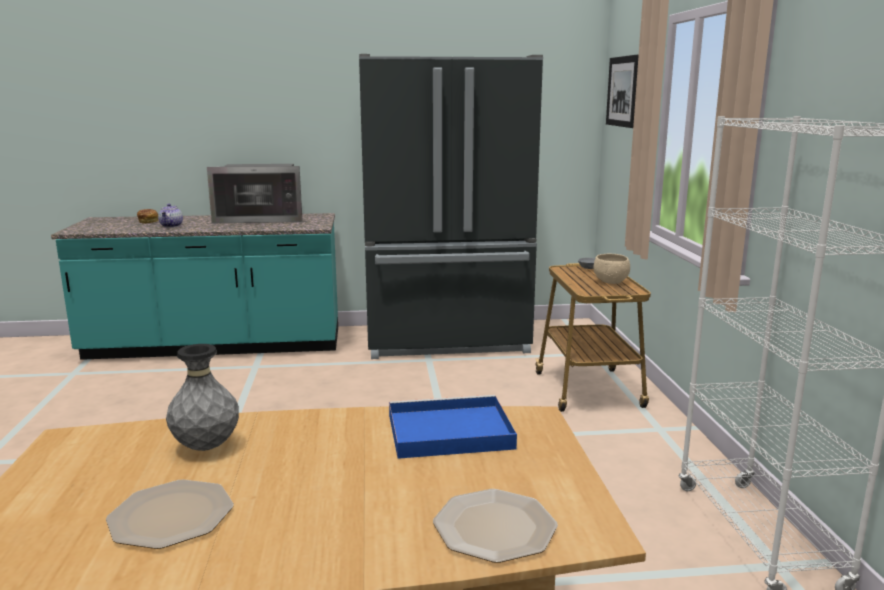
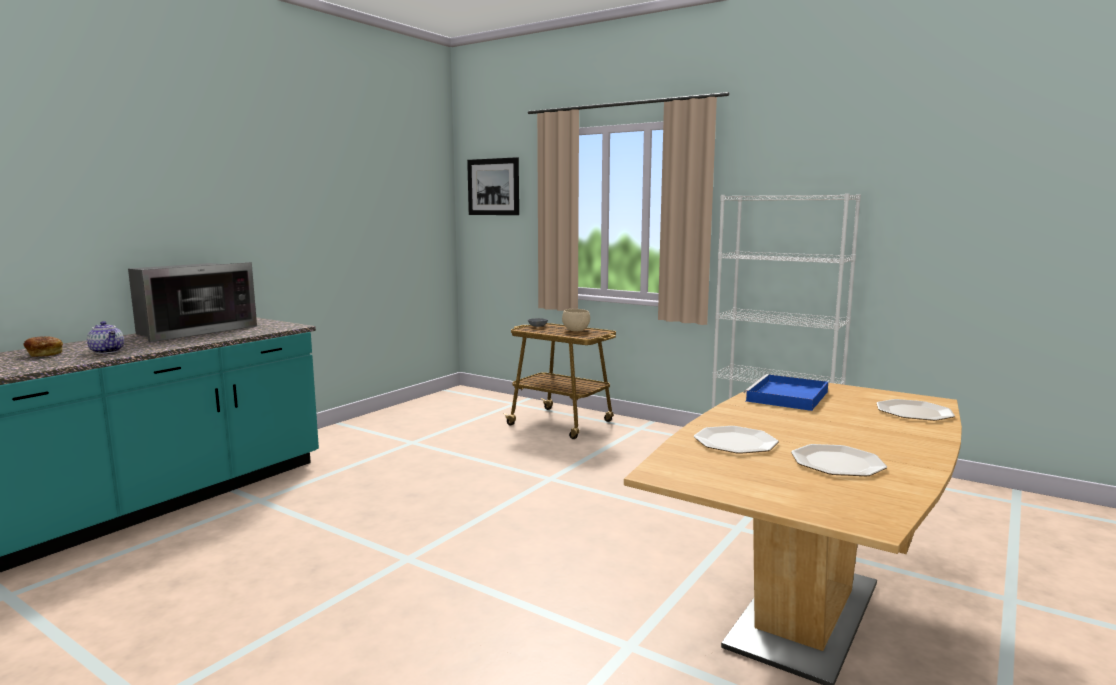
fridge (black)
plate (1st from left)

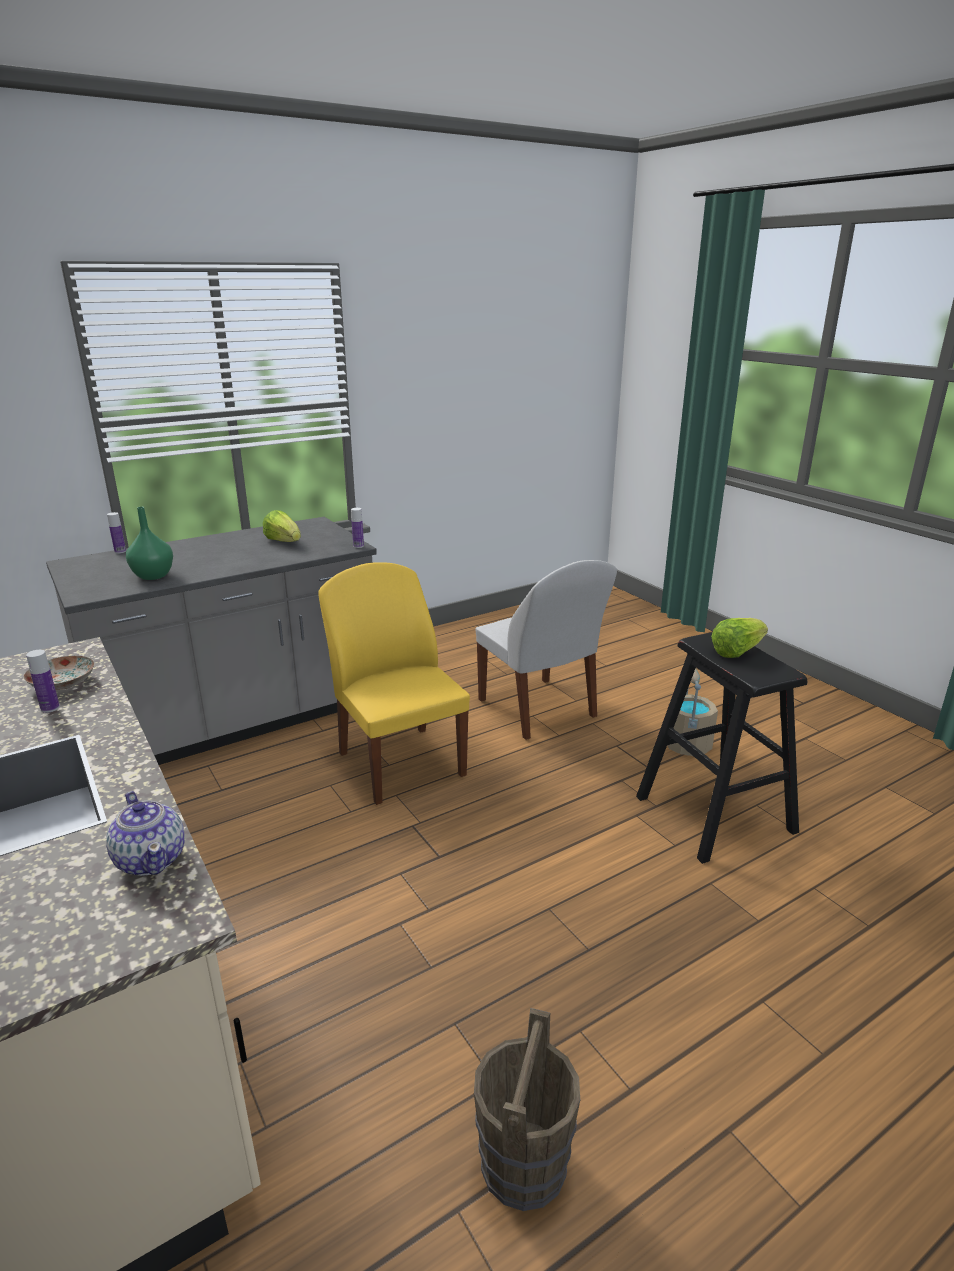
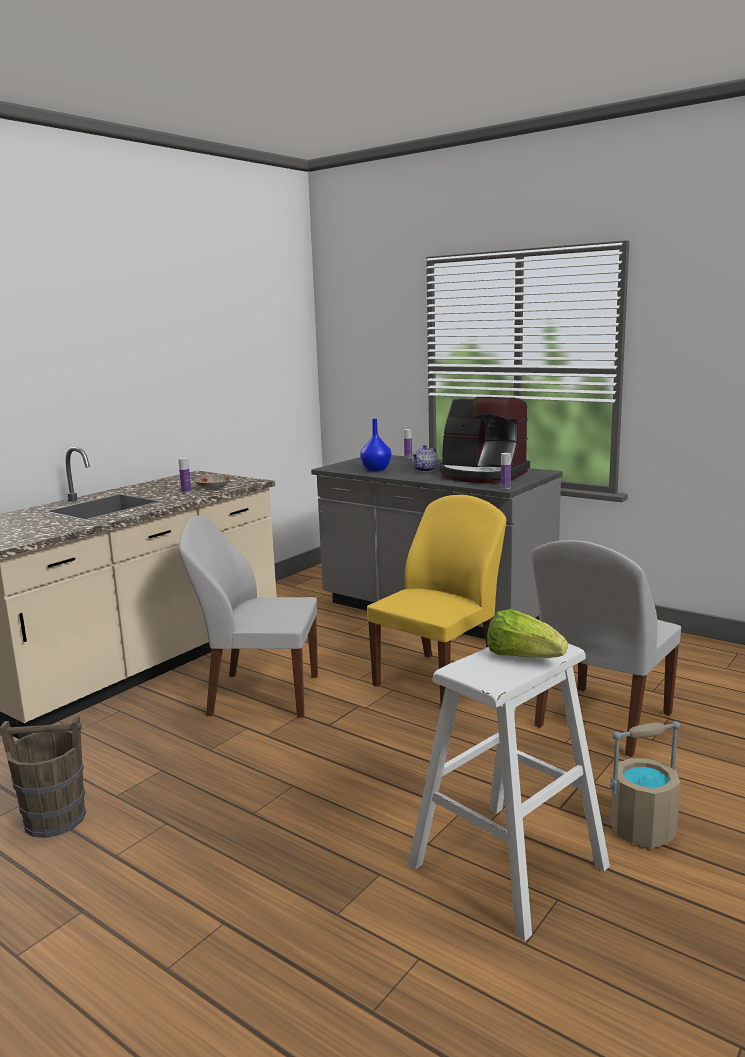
vase (blue)
coffee machine
stool (white)
teapot
chair (white) (1st from left)

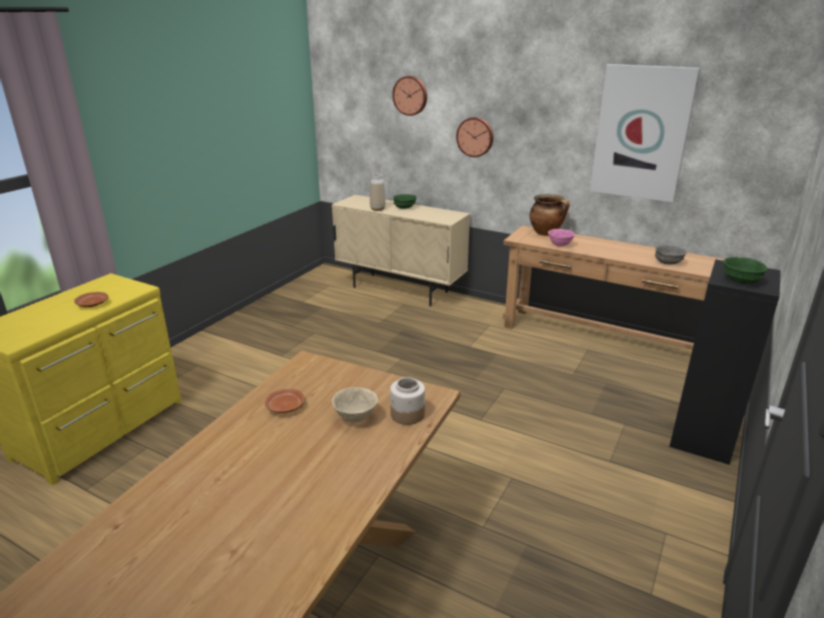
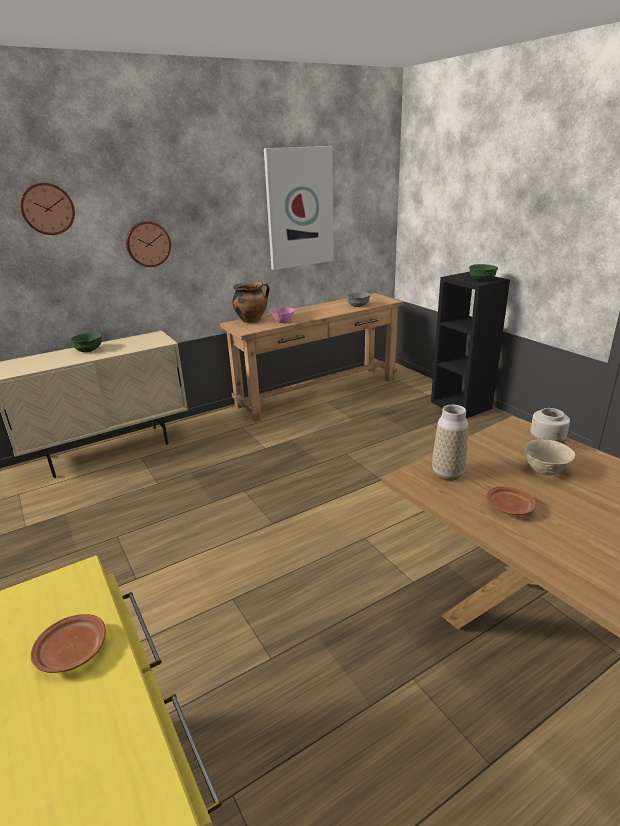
vase

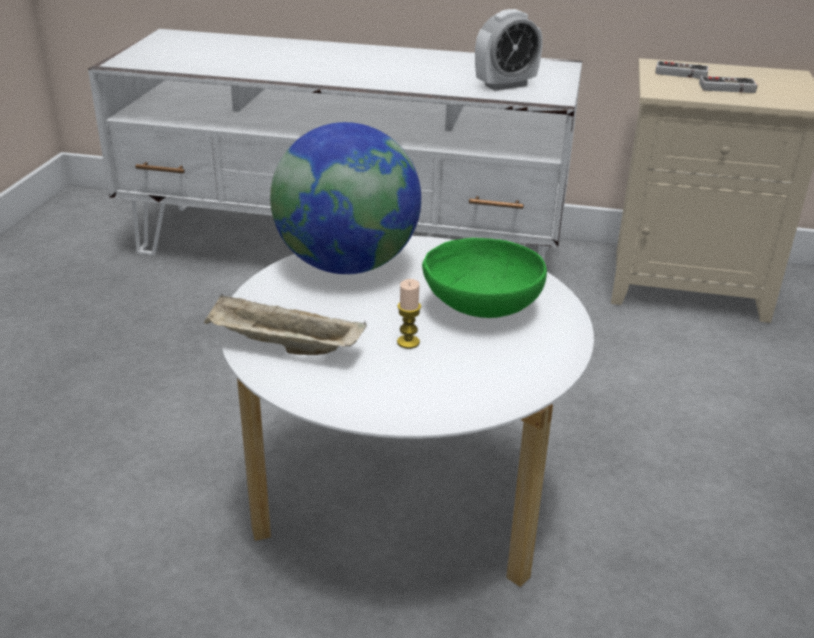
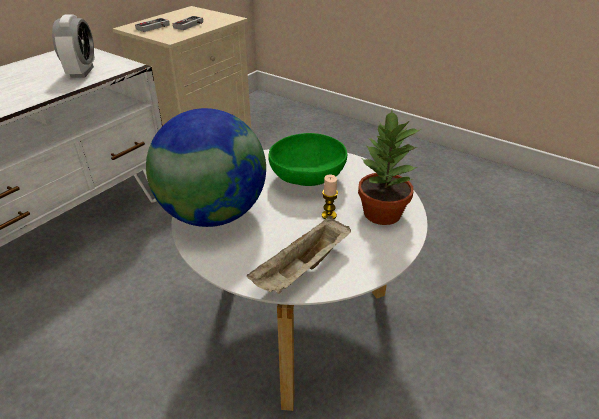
potted plant

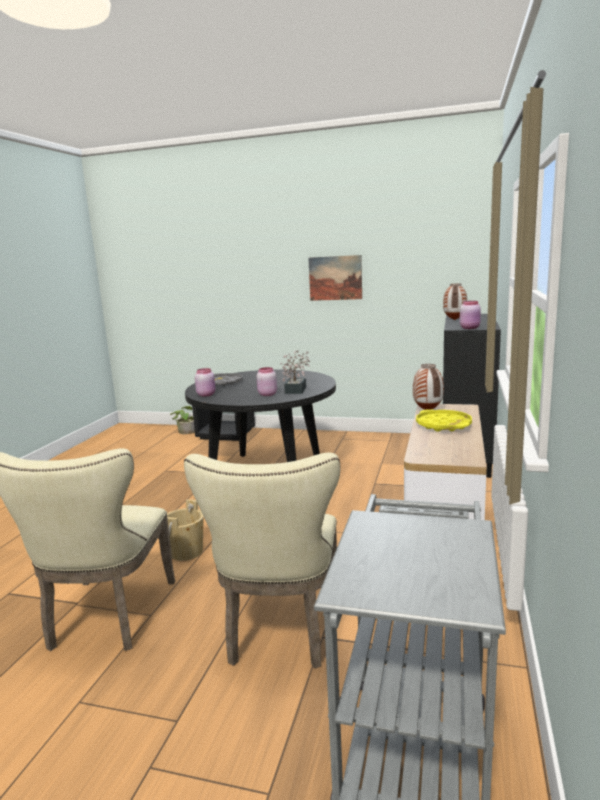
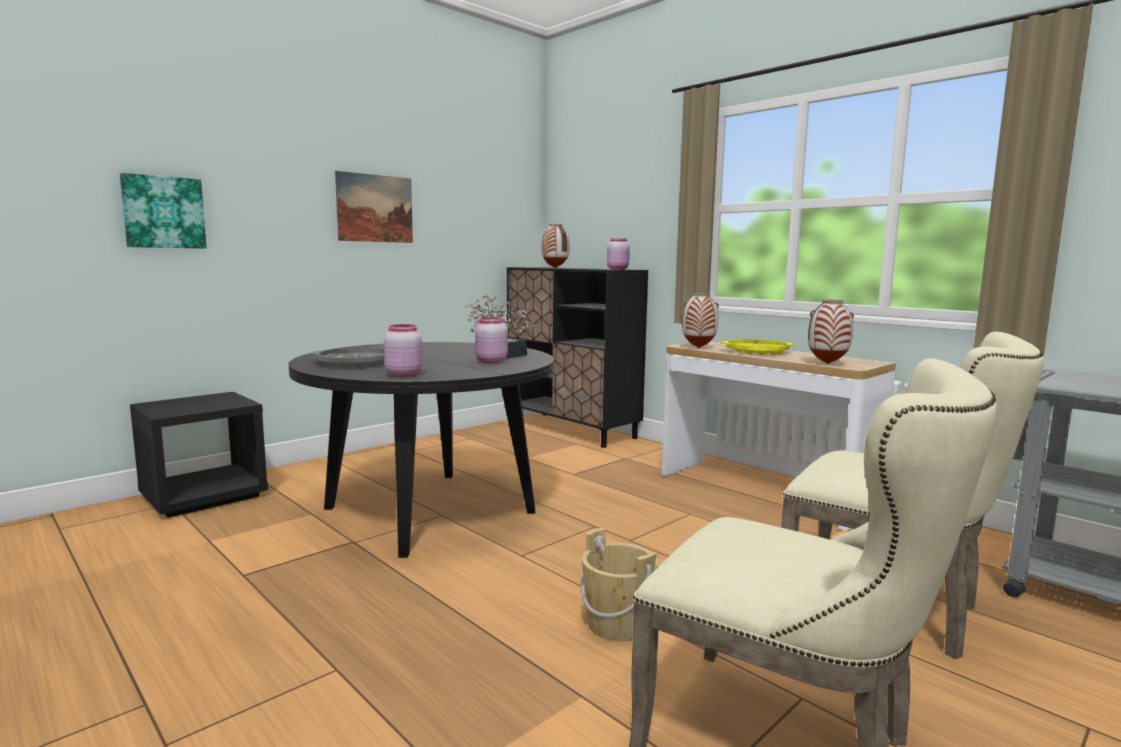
potted plant (1st from left in the first image)
picture (1st from left)
vase (3rd from left)

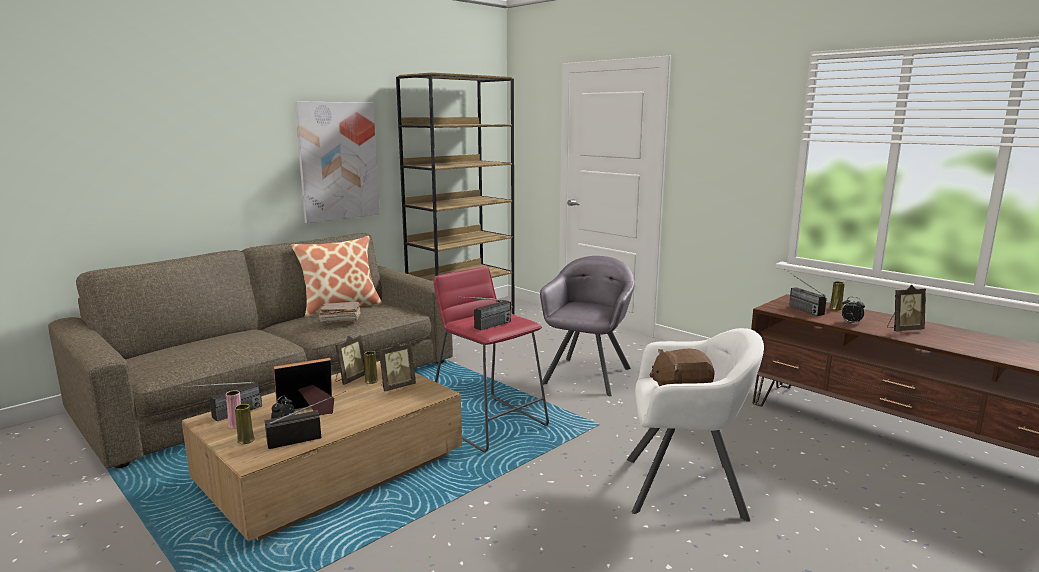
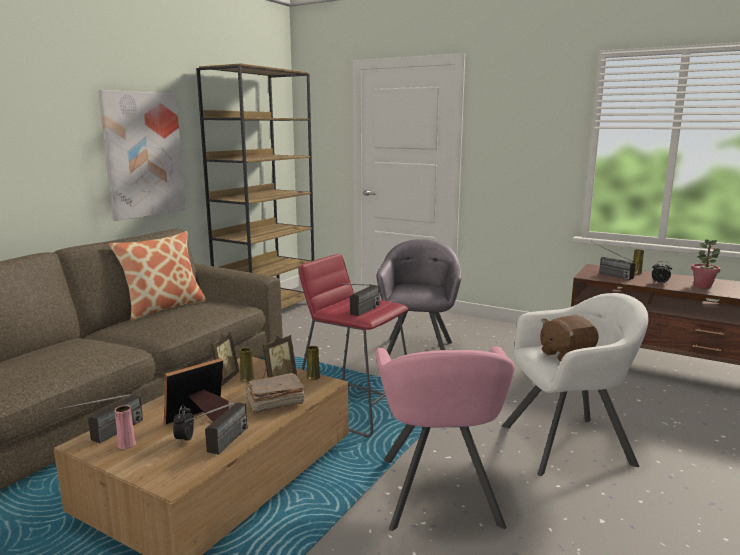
potted plant
book (brown)
radio (2nd from left)
vase (yellow) (2nd from left)
armchair (pink)

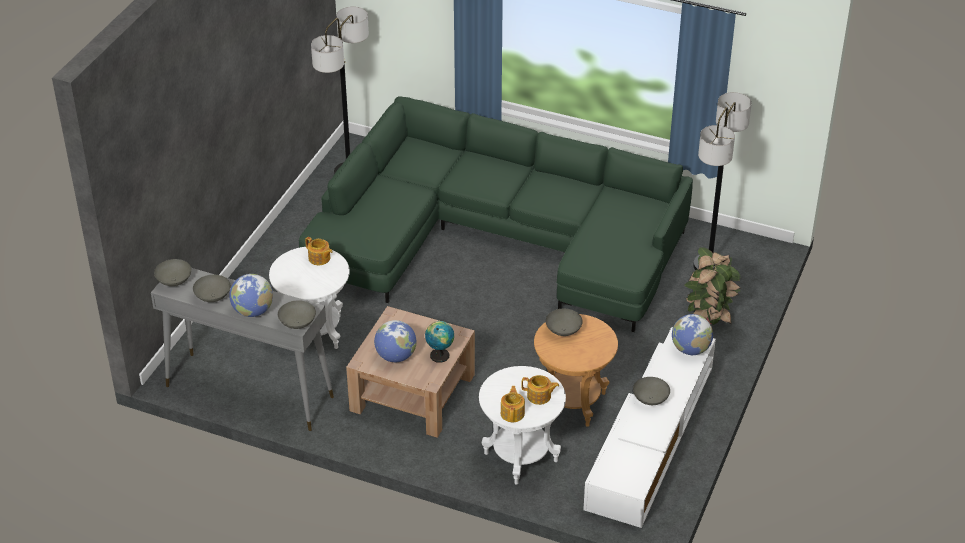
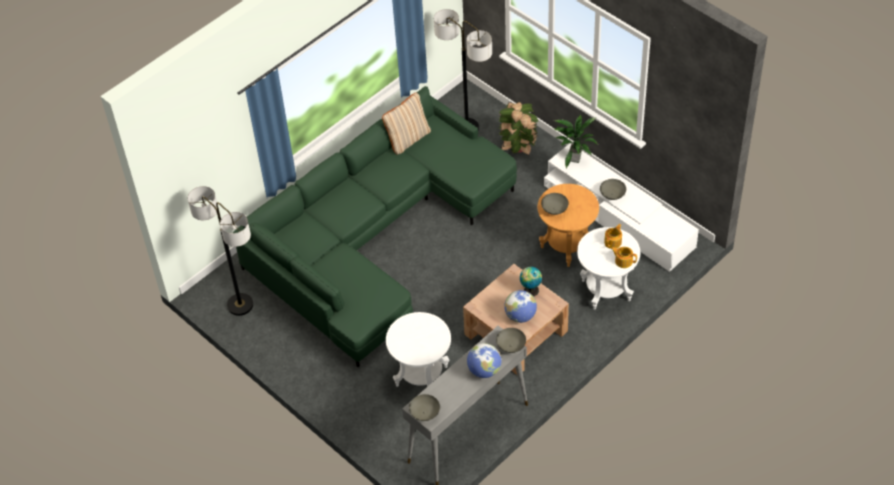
teapot (1st from left in the first image)
bowl (grey) (2nd from left in the first image)
potted plant (2nd from left)
pillow (beige)

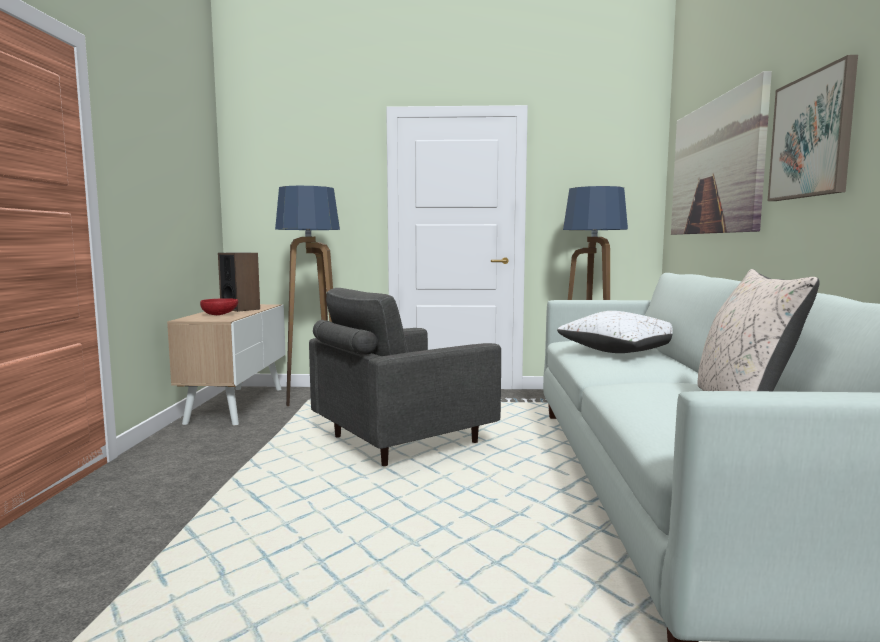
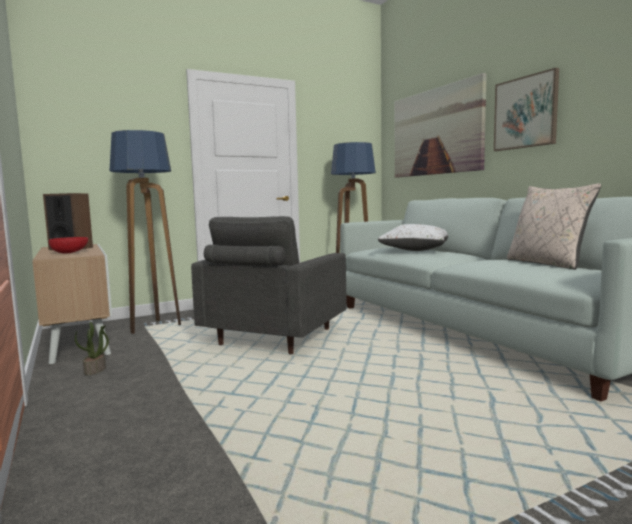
potted plant

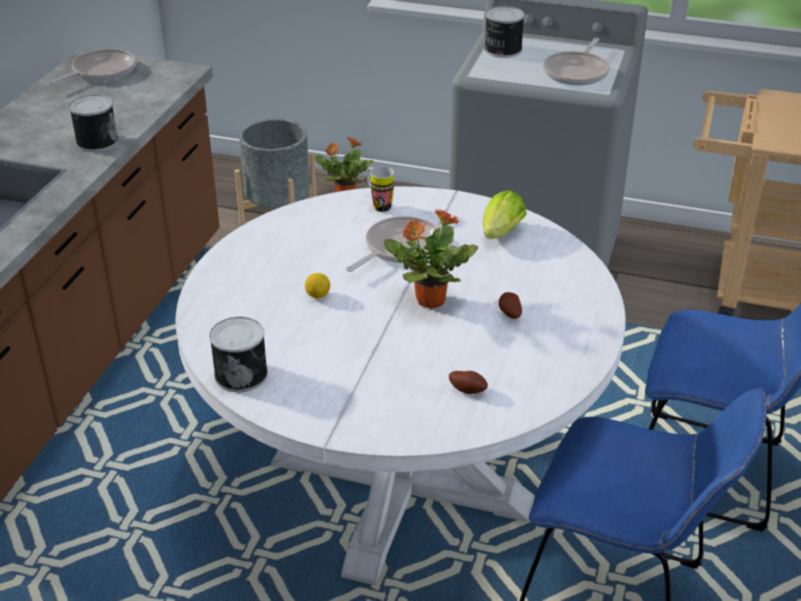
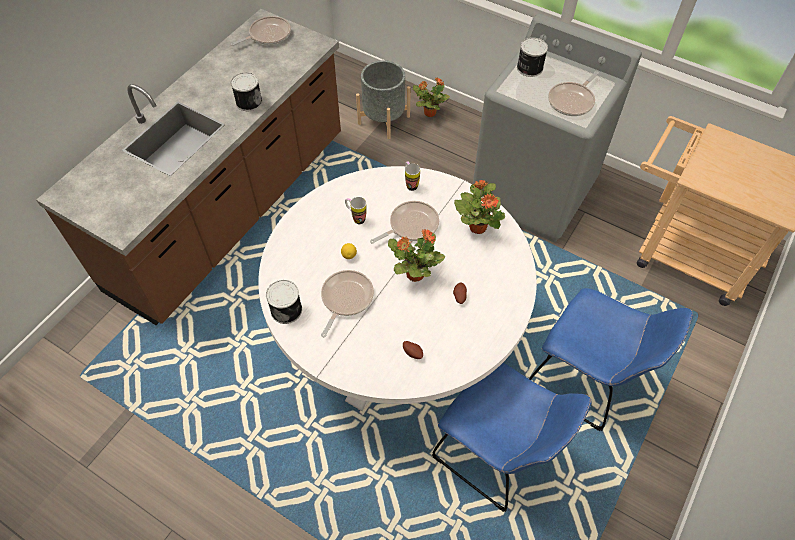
potted plant (3rd from left)
mug (1st from left)
frying pan (2nd from left)

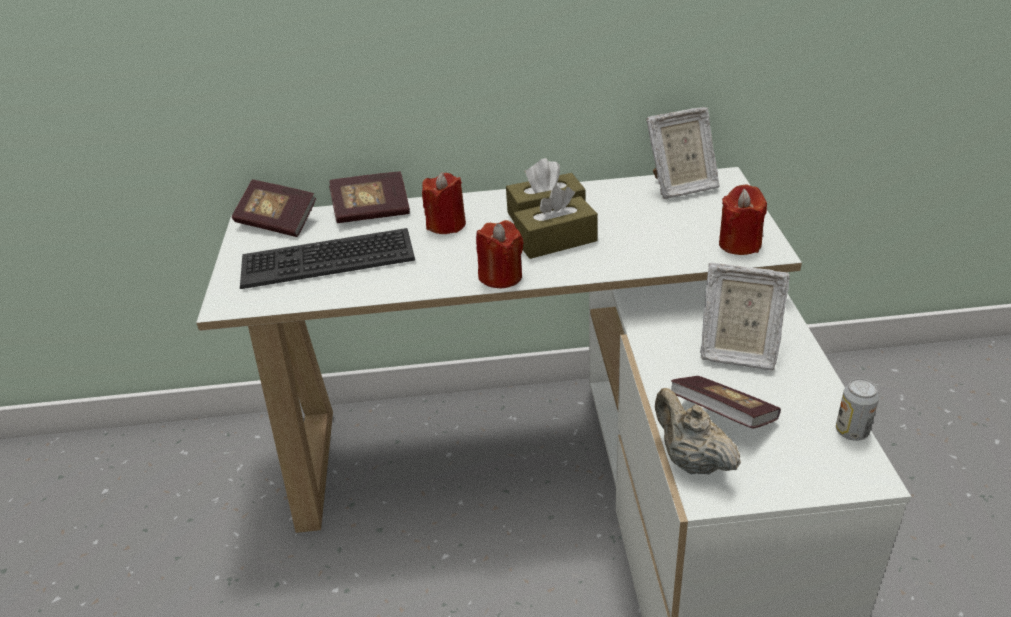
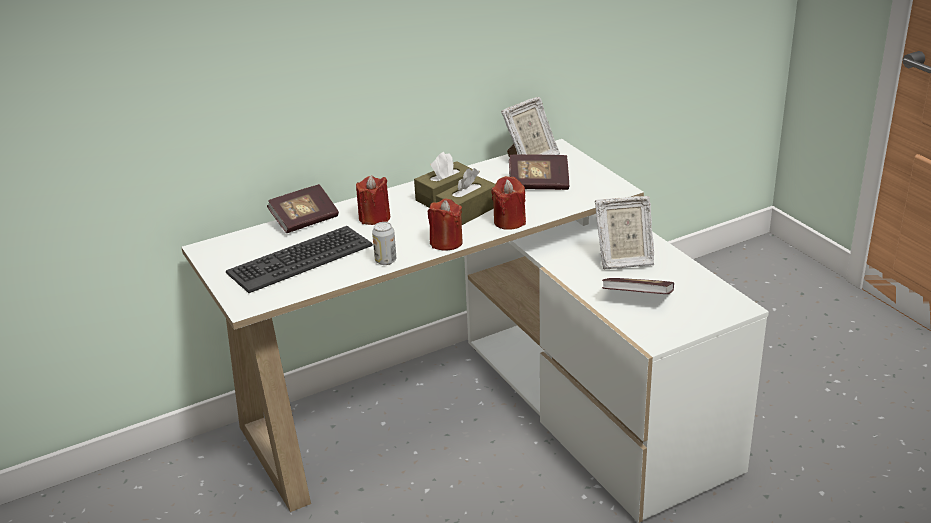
book (2nd from left)
candle (red) (3rd from left)
can
teapot (beige)

